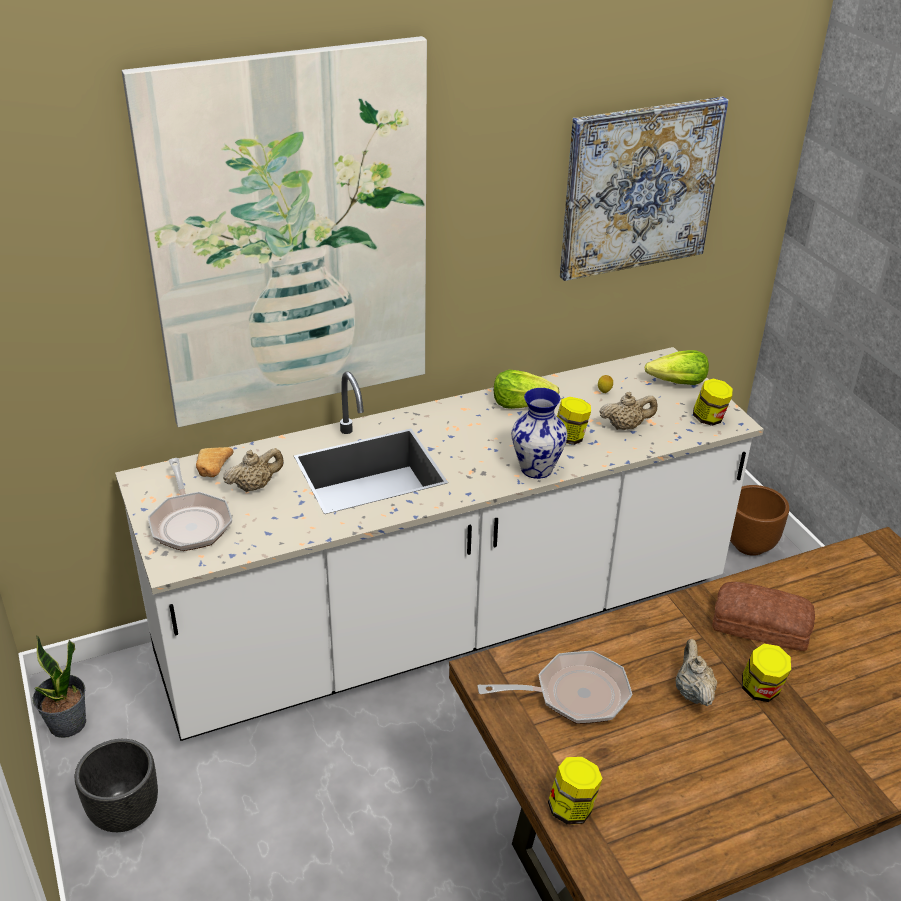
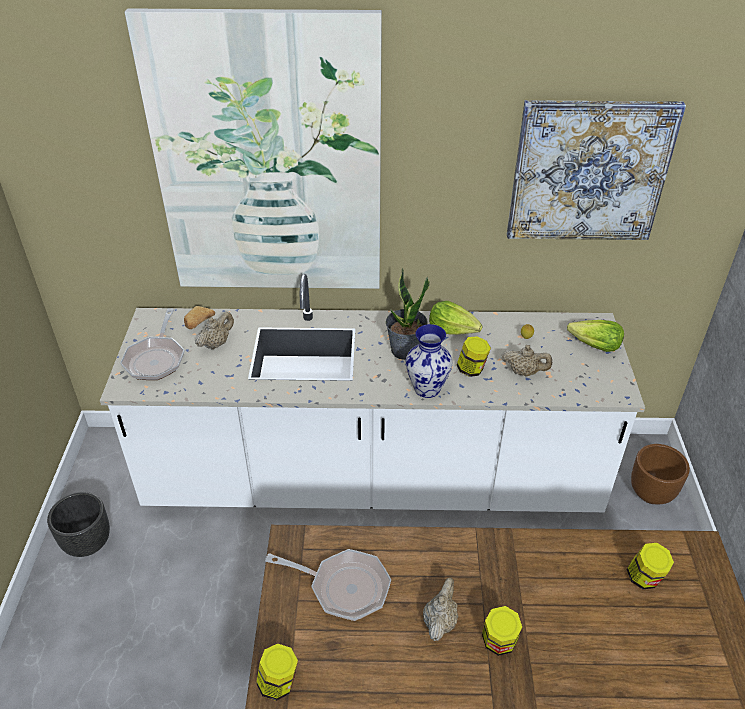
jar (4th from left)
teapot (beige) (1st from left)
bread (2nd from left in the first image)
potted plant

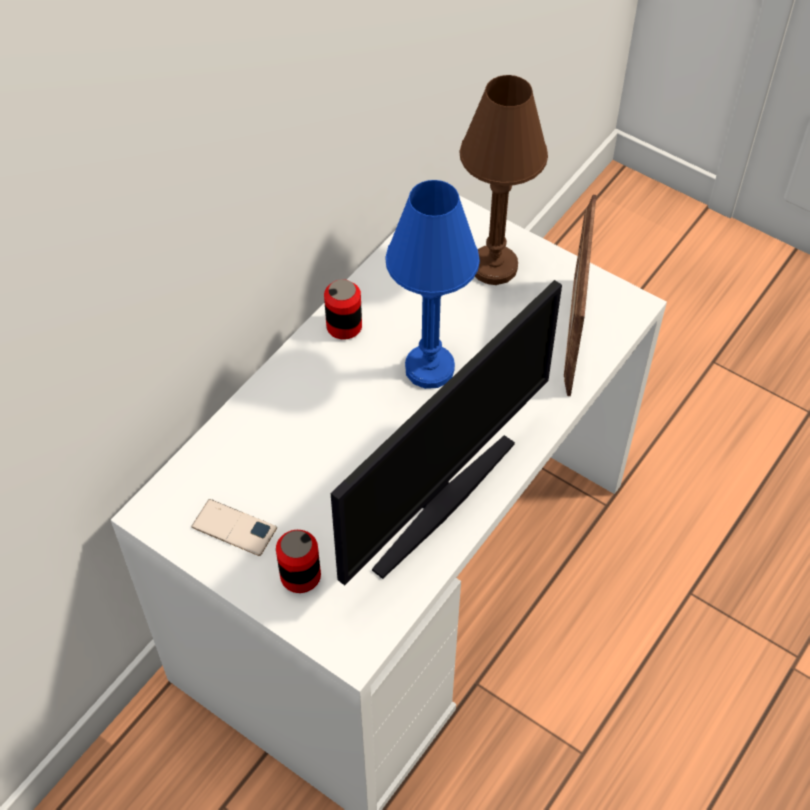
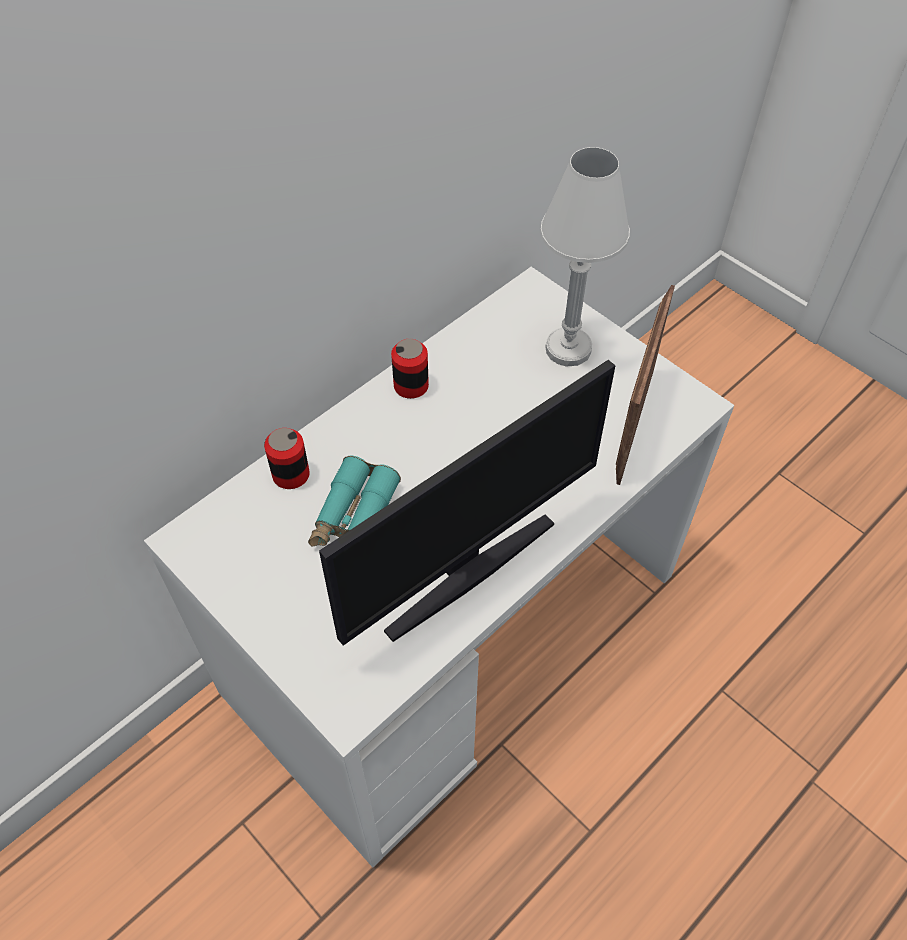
table lamp (white)
table lamp (blue)
phone
can (1st from left)
binoculars (turquoise)

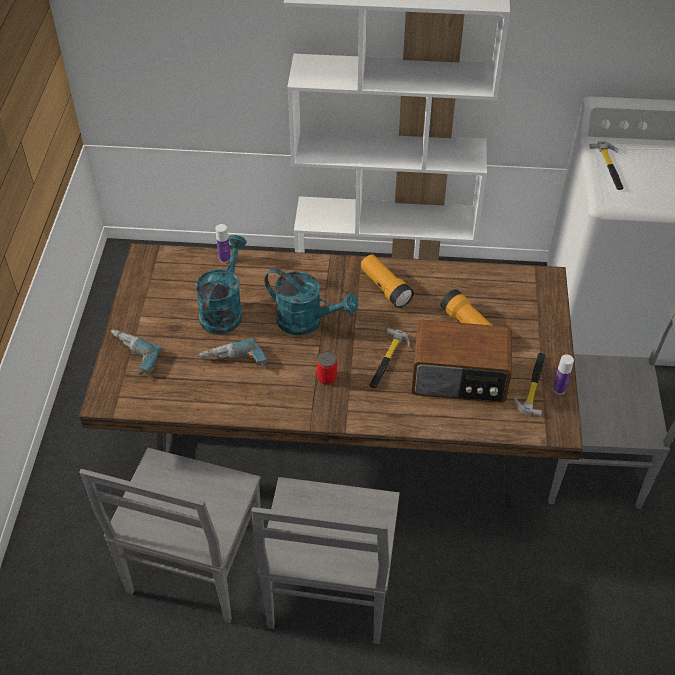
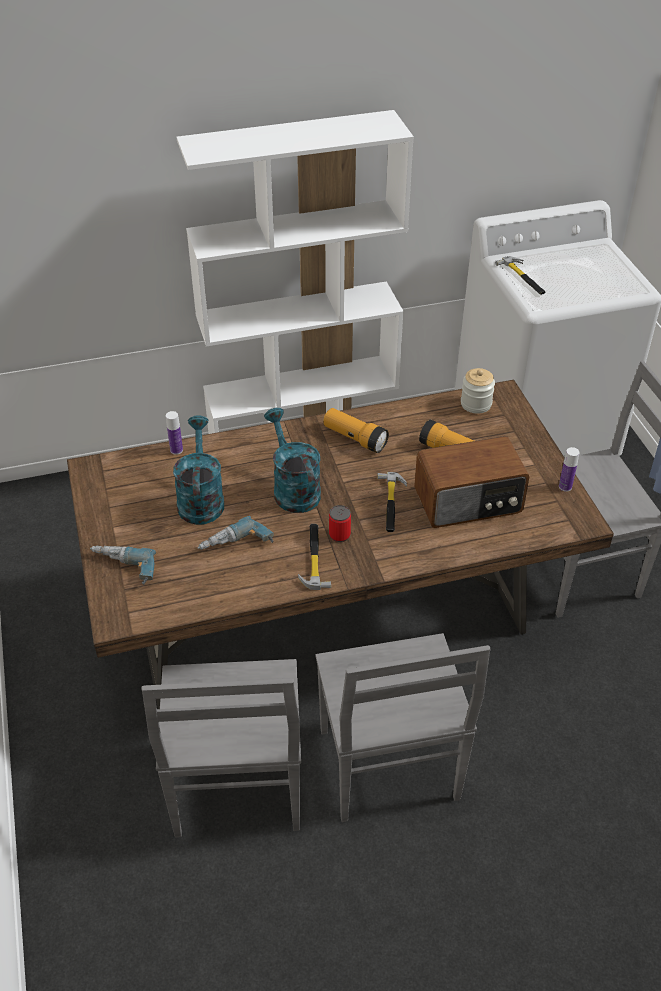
watering can (turquoise) (2nd from left)
hammer (1st from left)
jar

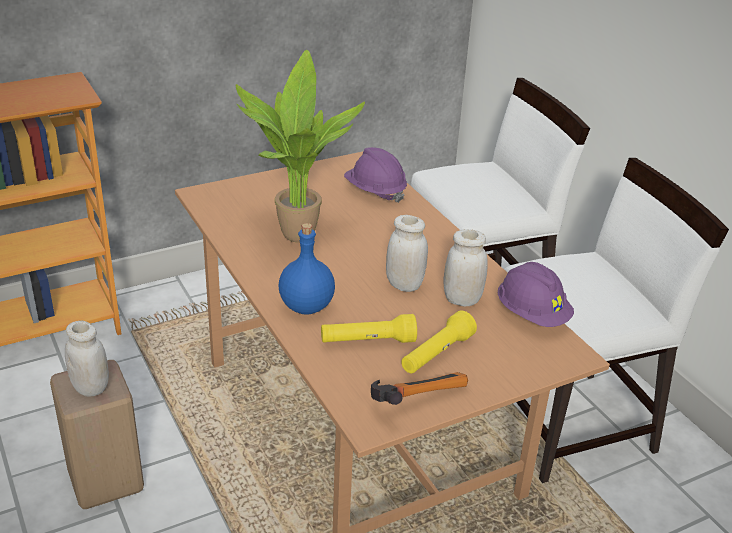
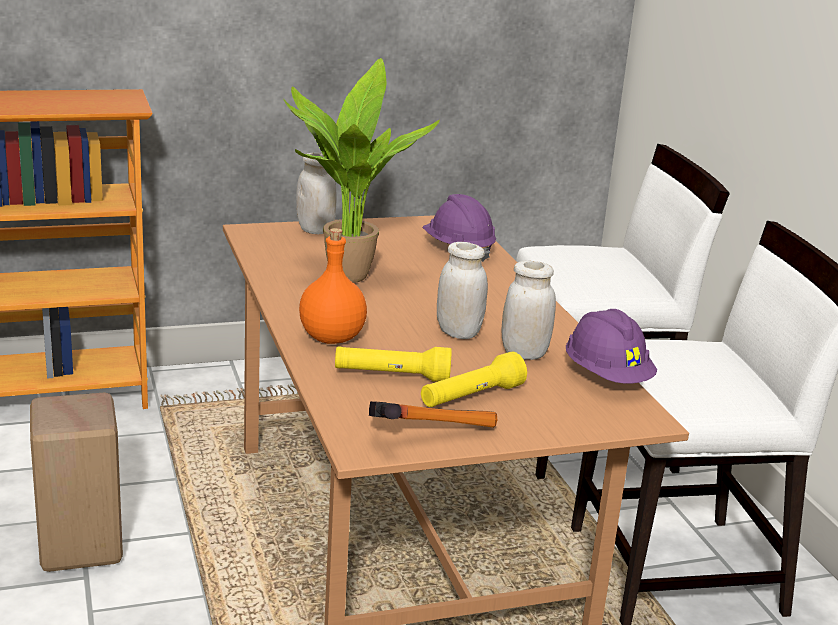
bottle (orange)
jar (white) (1st from left)

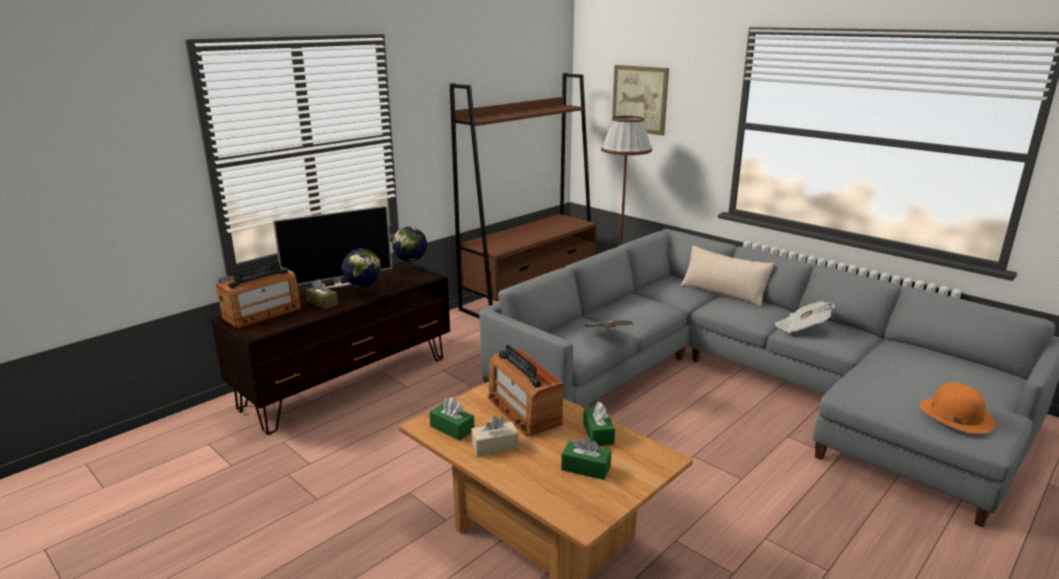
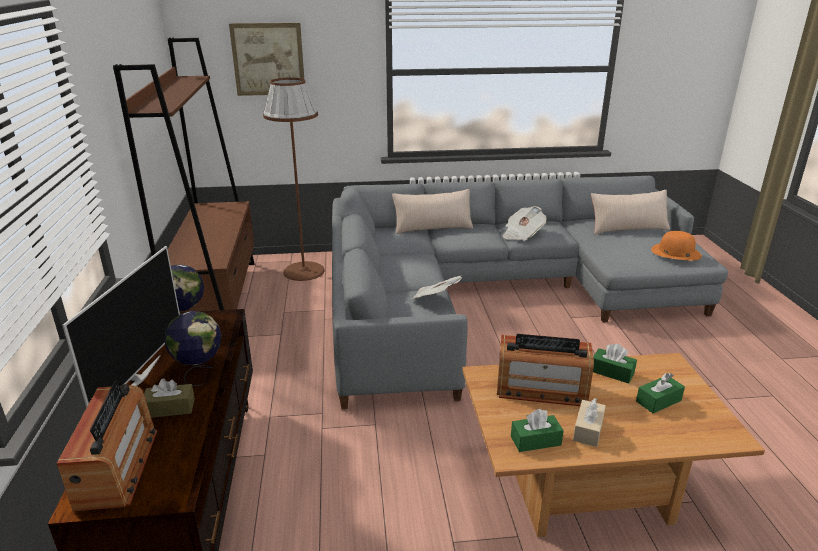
pillow (beige) (2nd from left)

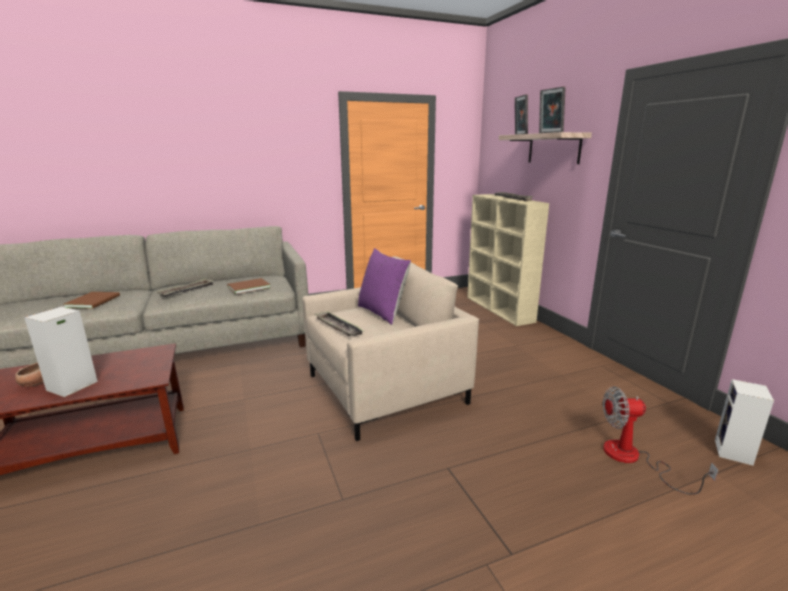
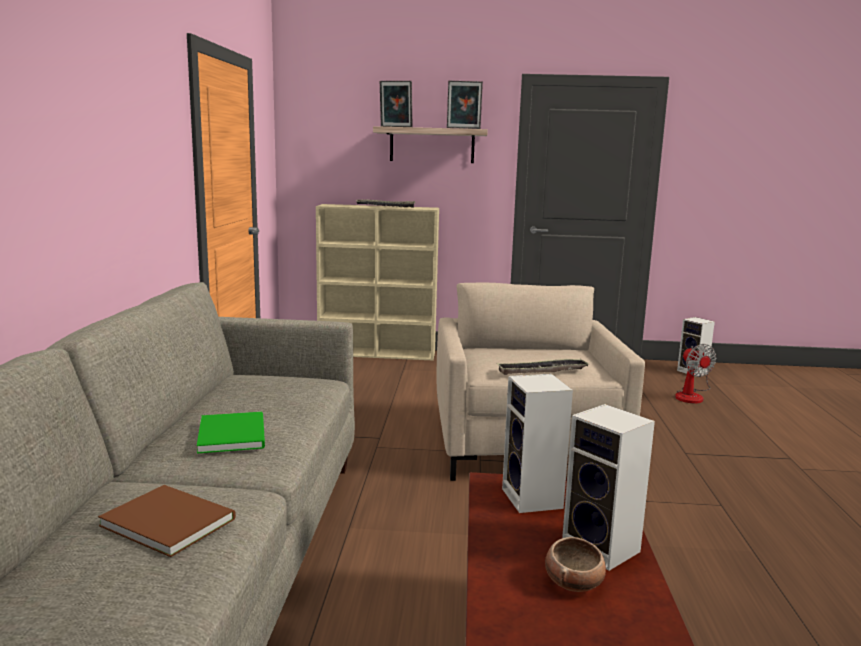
pillow (purple)
book (green)
book (brown) (2nd from left in the first image)
fan
speaker (1st from left)

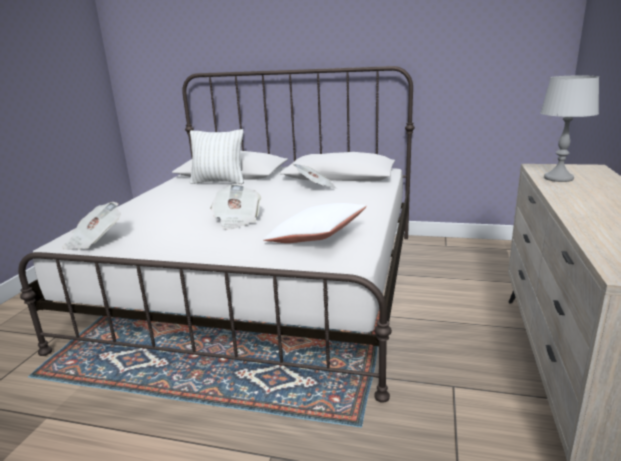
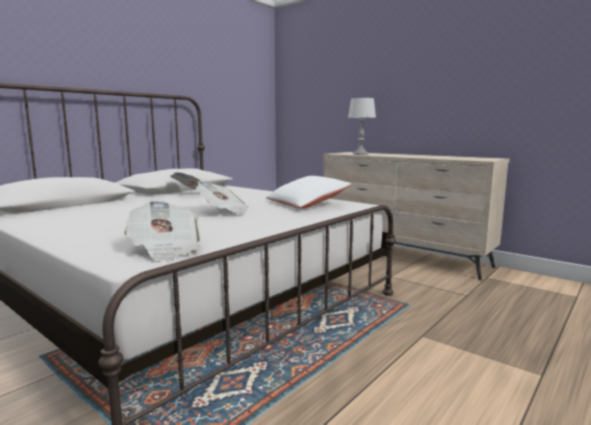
pillow (white) (1st from left in the first image)

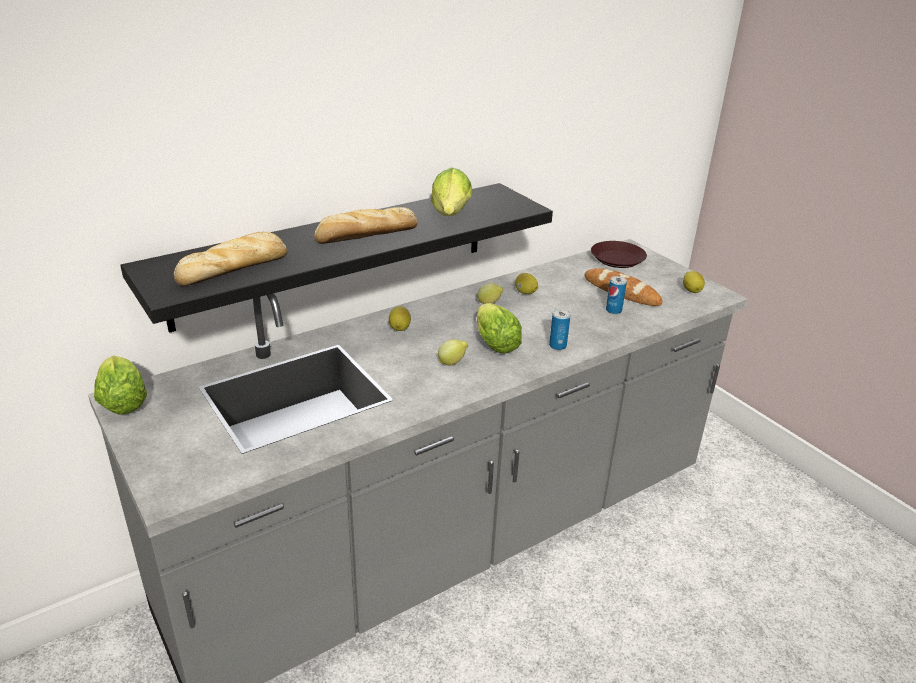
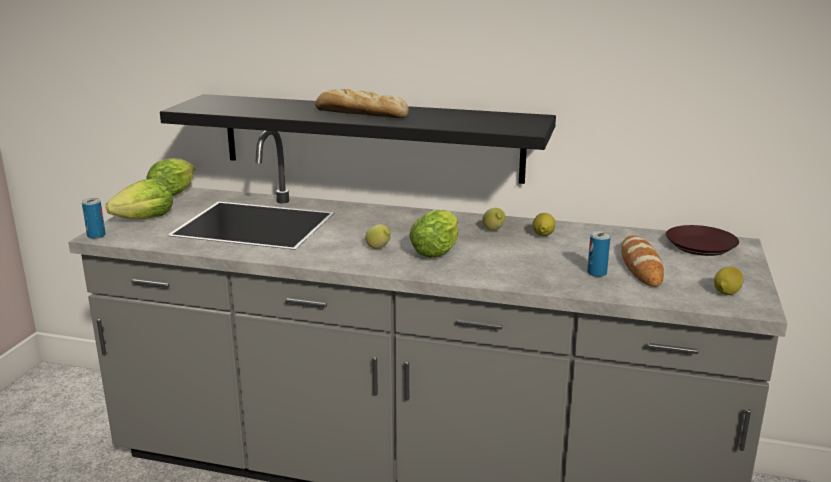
lettuce (1st from left)
bread (1st from left in the first image)
lemon (1st from left in the first image)
can (1st from left)

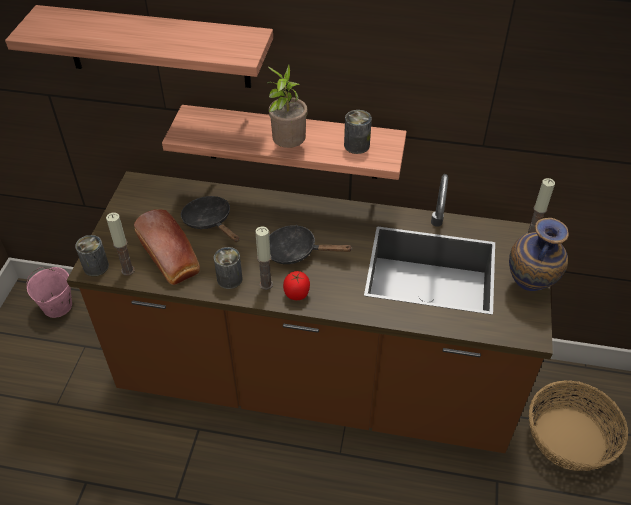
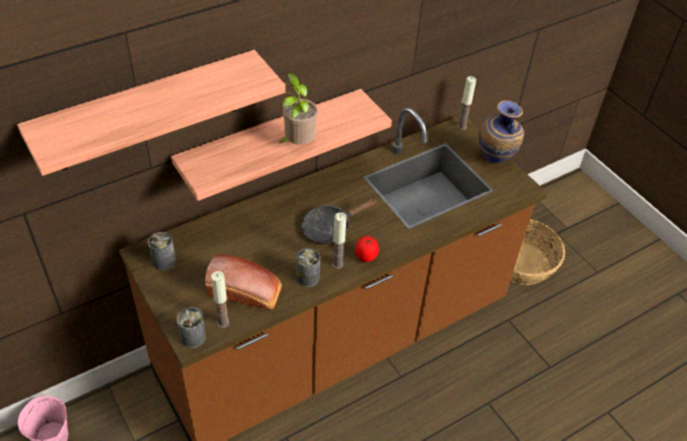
can (1st from left)
frying pan (black) (1st from left in the first image)

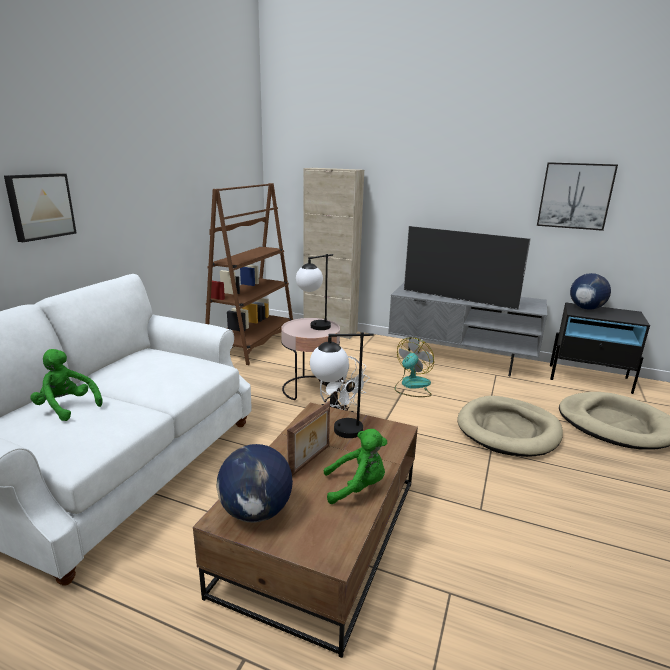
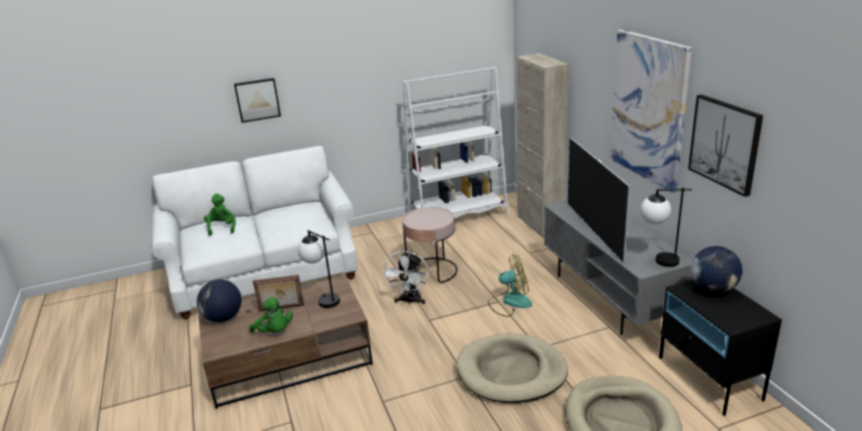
bookcase (white)
table lamp (2nd from left)
picture (2nd from left)

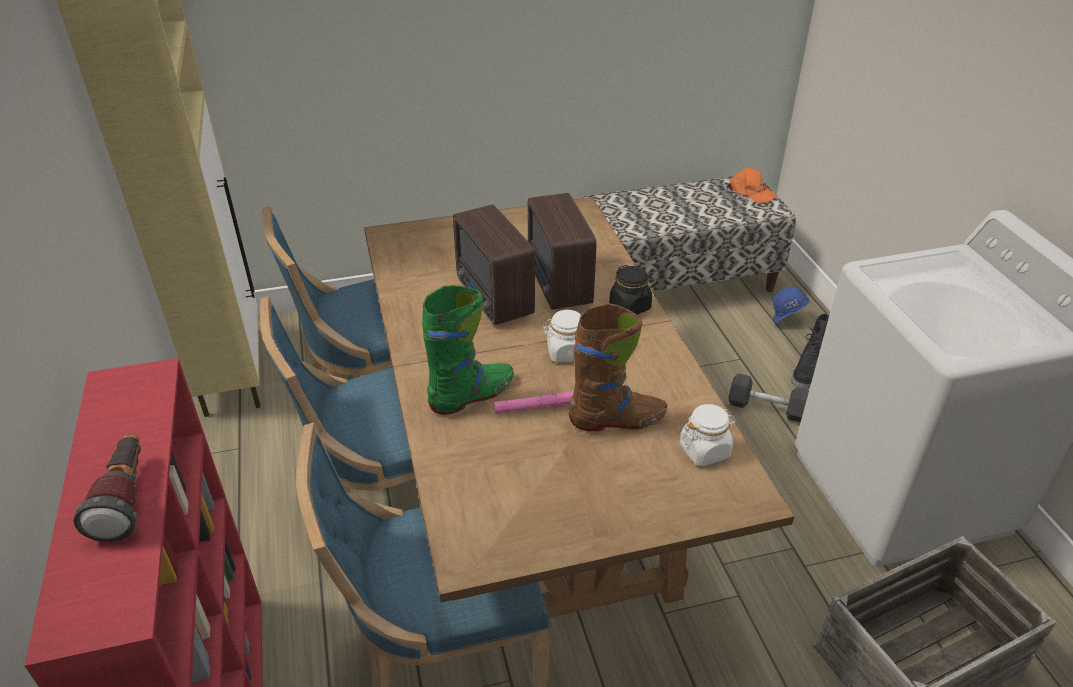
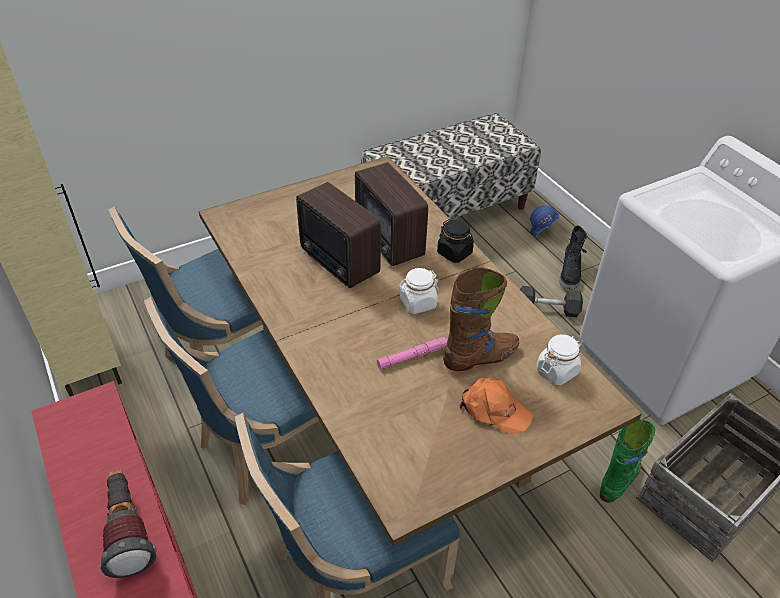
cap (orange)
boot (green)

